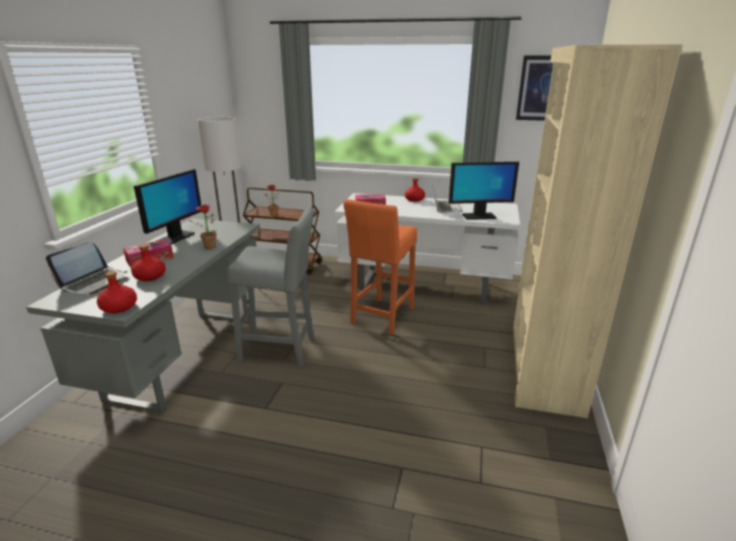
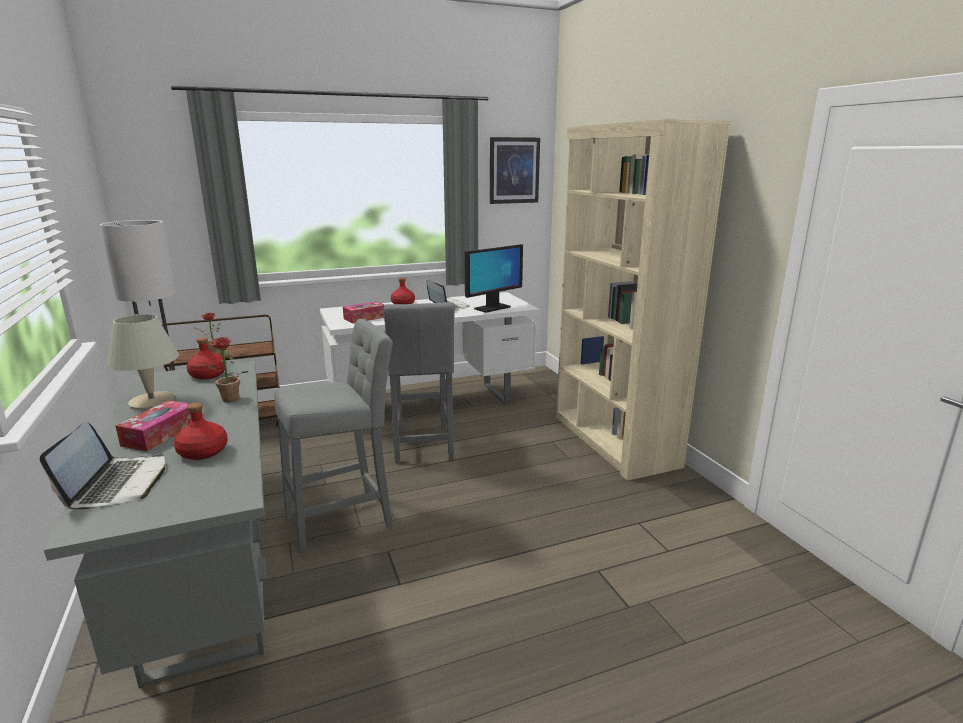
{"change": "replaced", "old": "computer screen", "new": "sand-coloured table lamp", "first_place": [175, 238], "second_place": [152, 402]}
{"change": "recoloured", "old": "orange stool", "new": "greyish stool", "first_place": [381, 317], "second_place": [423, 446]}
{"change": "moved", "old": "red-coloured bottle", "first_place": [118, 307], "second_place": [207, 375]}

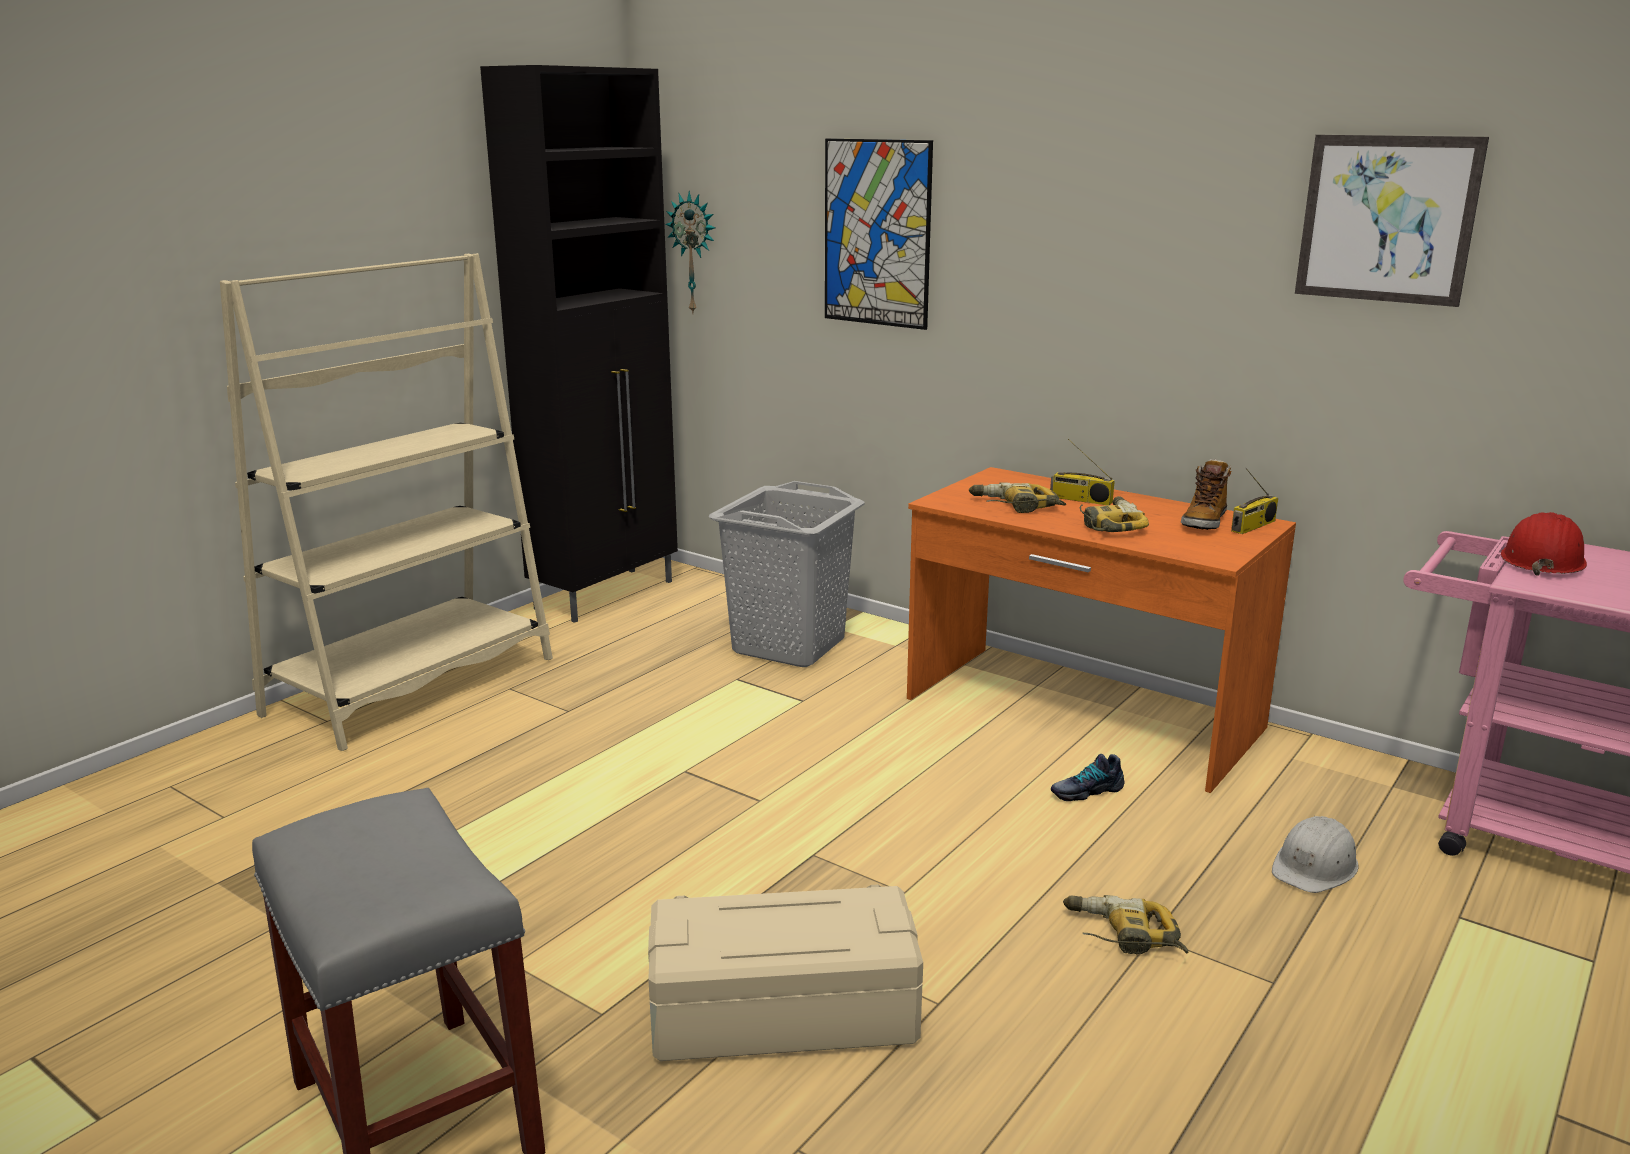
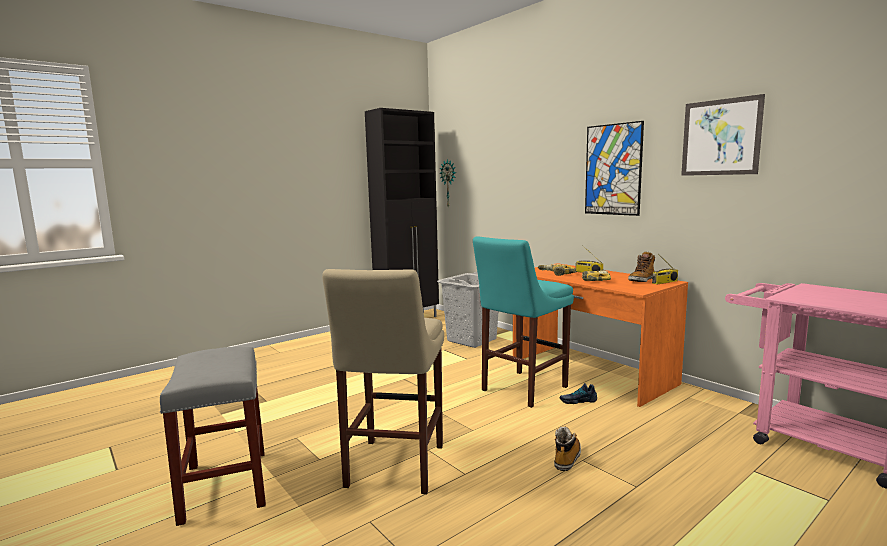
{"change": "moved", "old": "wall art", "first_place": [877, 233], "second_place": [613, 169]}
{"change": "removed", "old": "sand-coloured shelving unit", "first_place": [413, 686]}
{"change": "removed", "old": "red-coloured work helmet", "first_place": [1542, 559]}
{"change": "removed", "old": "whitish work helmet", "first_place": [1315, 866]}
{"change": "replaced", "old": "sand-coloured storage box", "new": "sand-coloured stool", "first_place": [782, 1014], "second_place": [393, 468]}
{"change": "replaced", "old": "power drill", "new": "boot", "first_place": [1122, 936], "second_place": [567, 458]}
{"change": "added", "new": "blue-green stool", "second_place": [521, 389]}

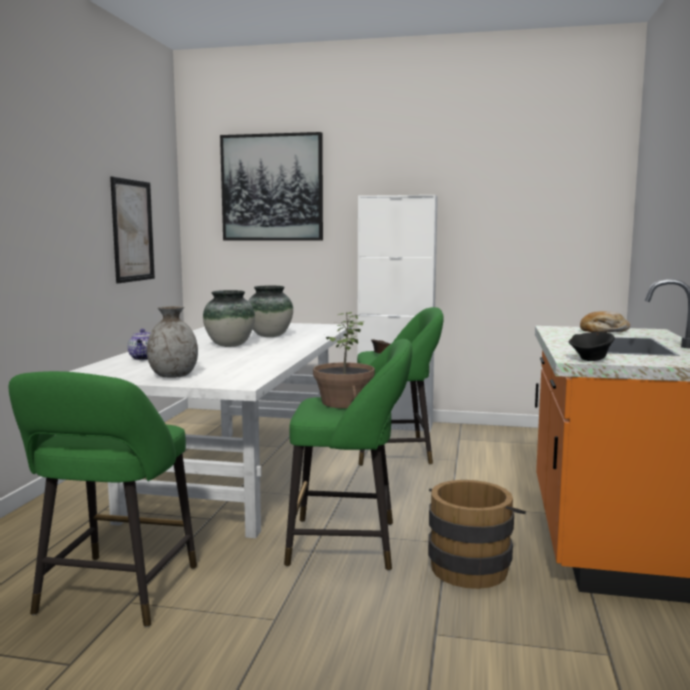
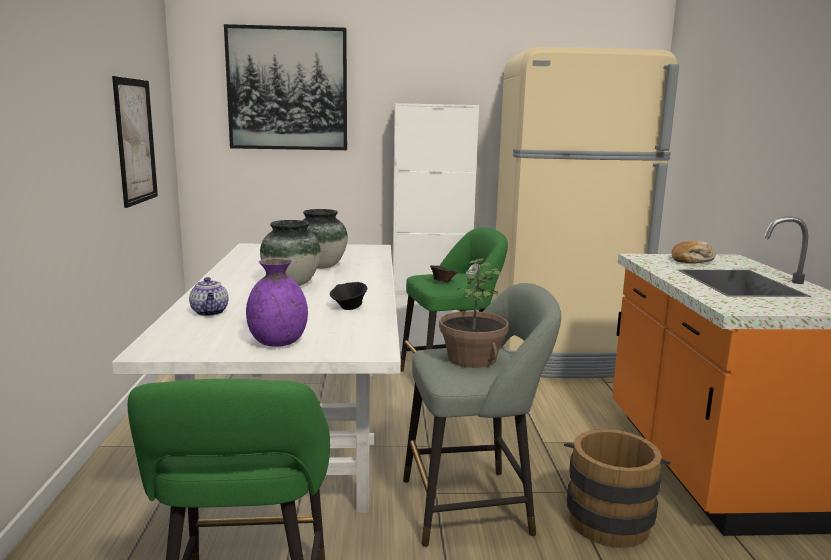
{"change": "recoloured", "old": "greyish flower vase", "new": "purple flower vase", "first_place": [173, 376], "second_place": [278, 342]}
{"change": "moved", "old": "blackish deep dish", "first_place": [590, 360], "second_place": [349, 308]}
{"change": "recoloured", "old": "green-coloured stool", "new": "greyish stool", "first_place": [350, 543], "second_place": [474, 506]}
{"change": "added", "new": "sand-coloured fridge", "second_place": [564, 358]}

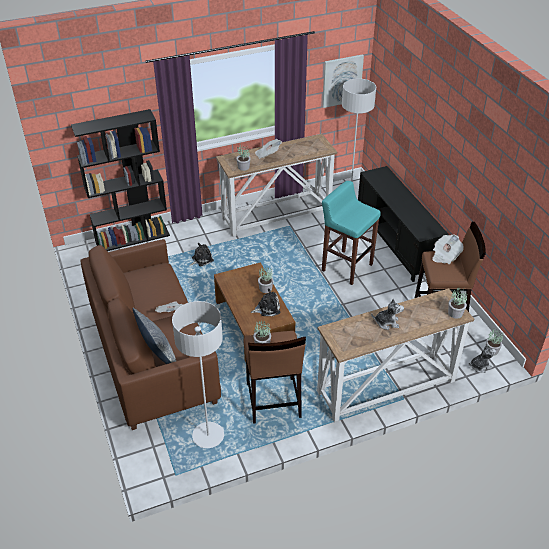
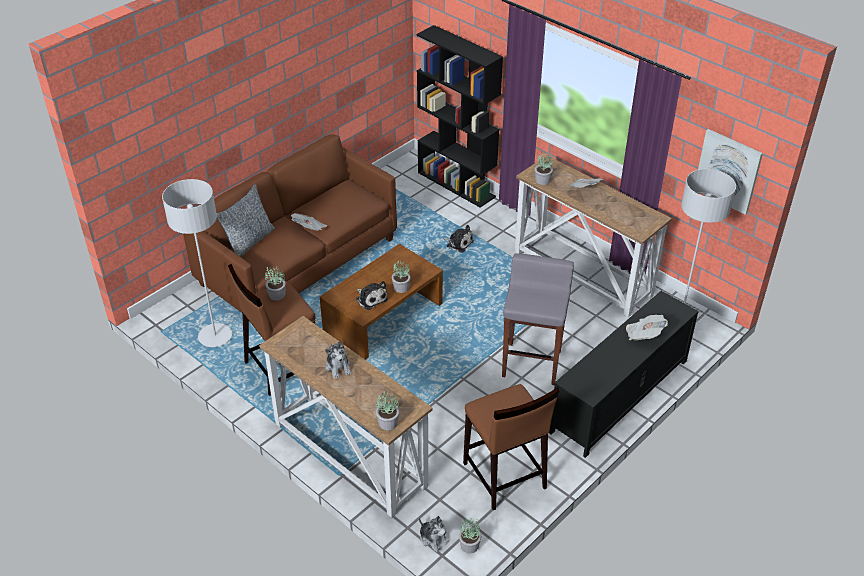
{"change": "recoloured", "old": "blue-green stool", "new": "greyish stool", "first_place": [346, 267], "second_place": [532, 363]}
{"change": "moved", "old": "printed paper", "first_place": [445, 255], "second_place": [644, 334]}

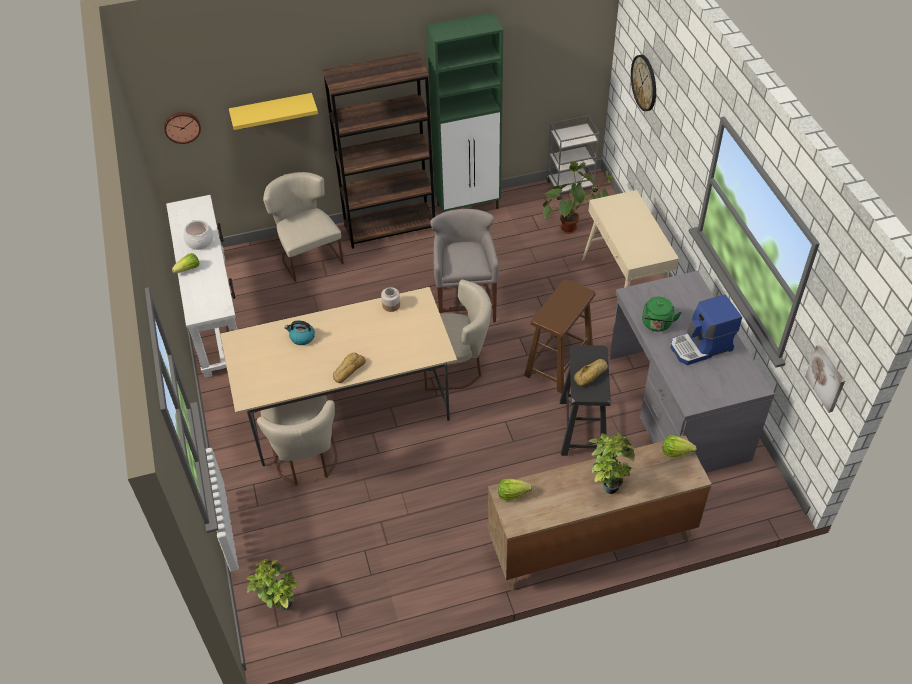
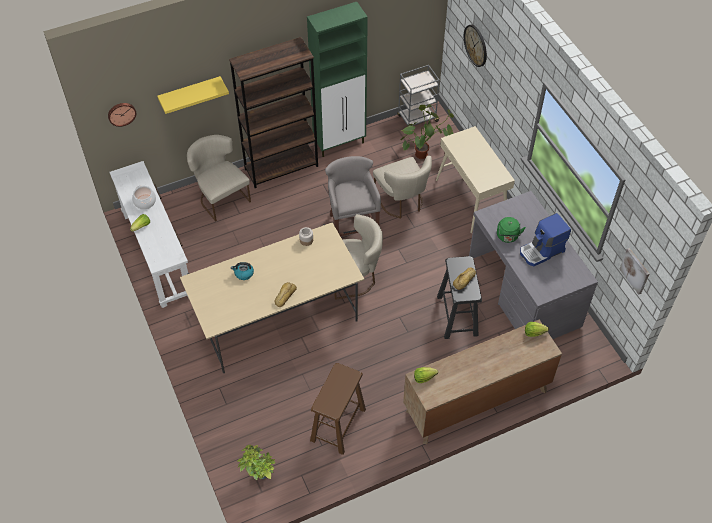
{"change": "moved", "old": "brown-coloured stool", "first_place": [558, 363], "second_place": [338, 425]}
{"change": "moved", "old": "sand-coloured plain chair", "first_place": [306, 460], "second_place": [402, 202]}
{"change": "removed", "old": "potted plant", "first_place": [607, 484]}

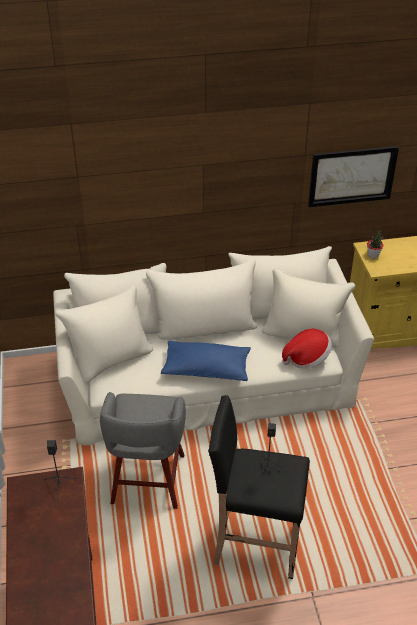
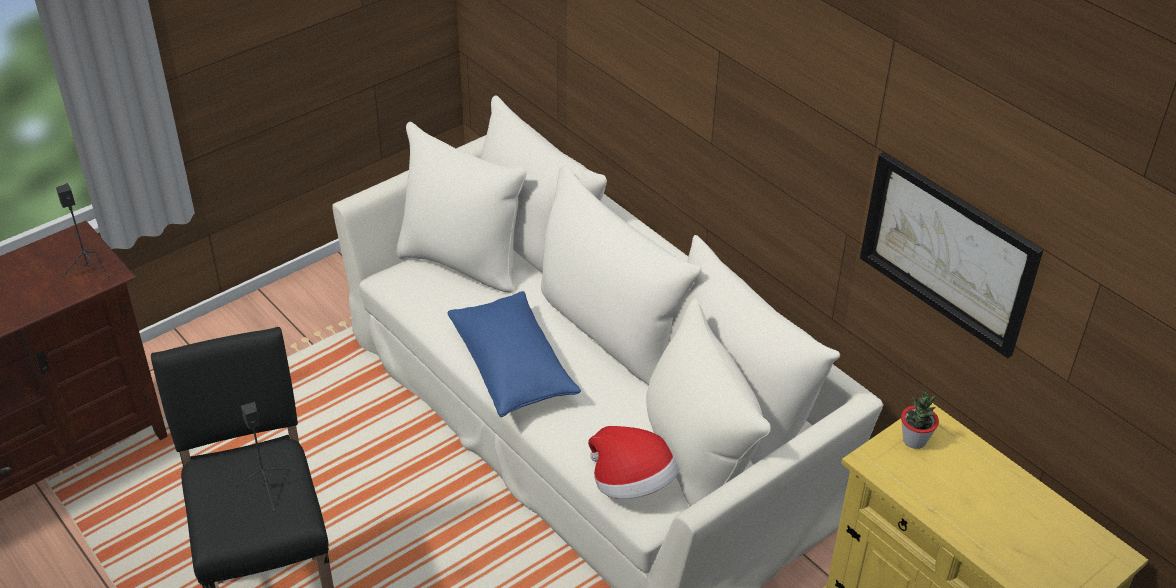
{"change": "removed", "old": "greyish stool", "first_place": [147, 481]}

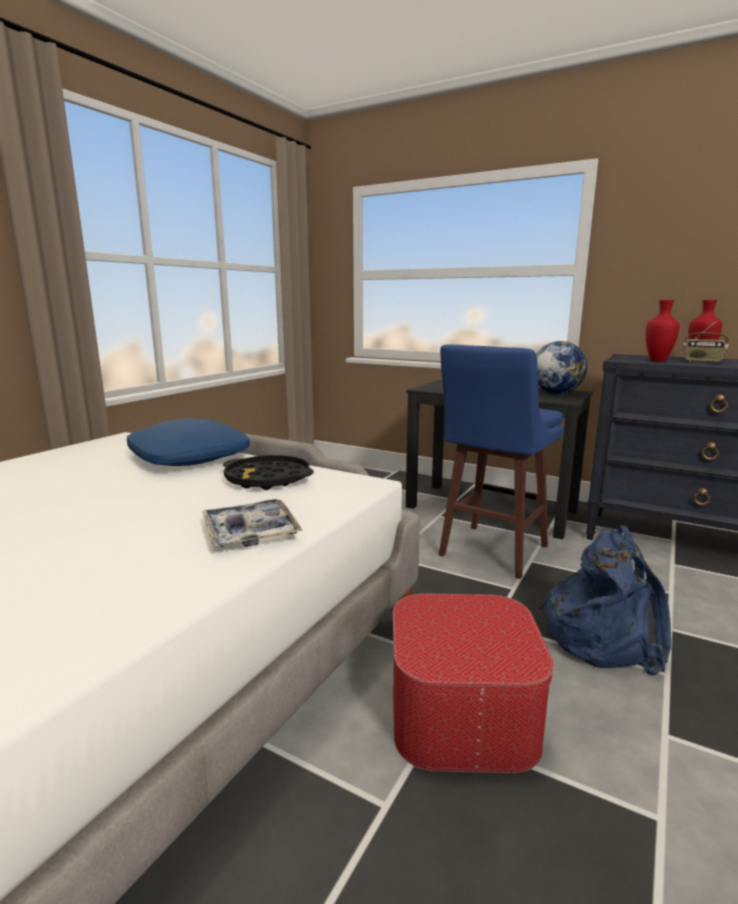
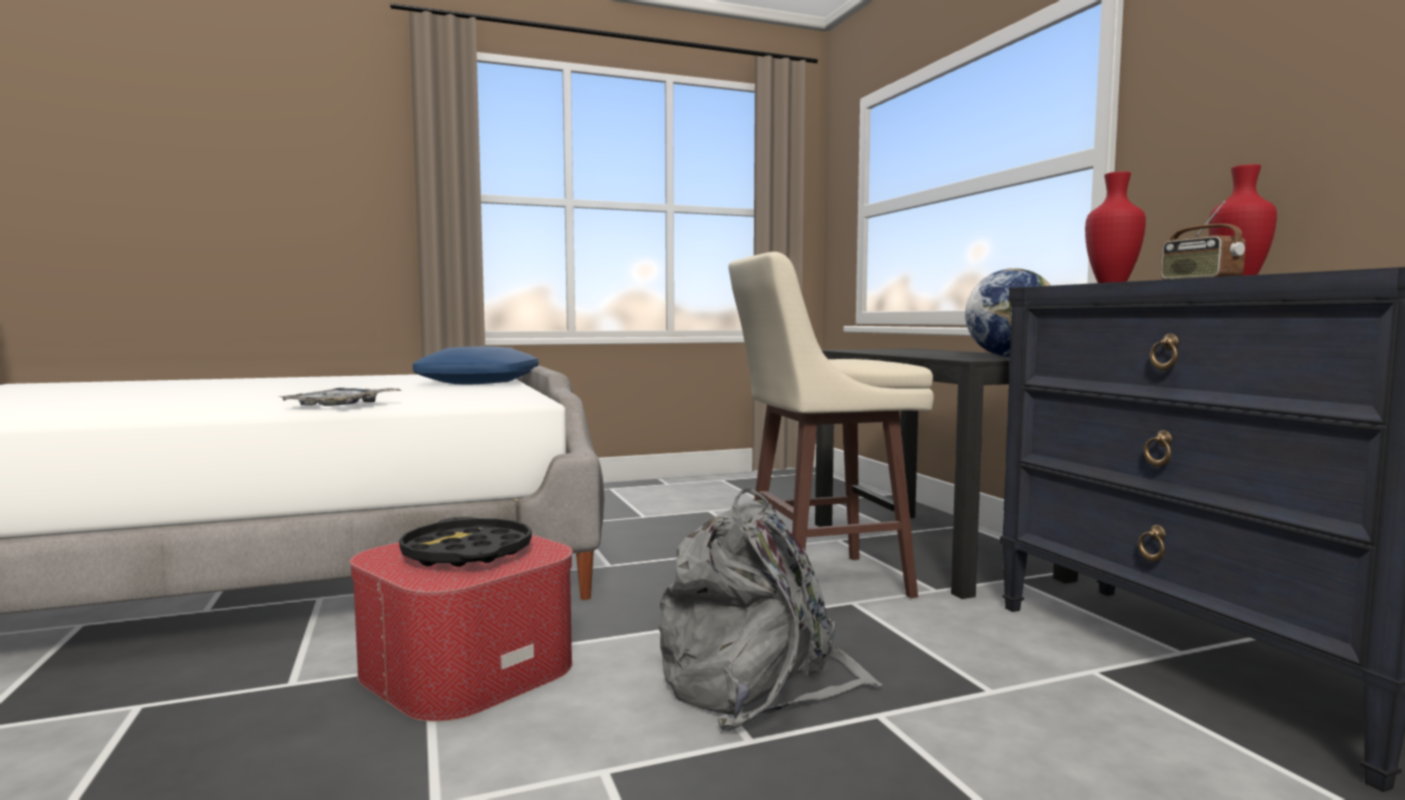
{"change": "recoloured", "old": "blue-coloured stool", "new": "sand-coloured stool", "first_place": [491, 552], "second_place": [820, 582]}
{"change": "moved", "old": "blackish tray", "first_place": [268, 479], "second_place": [467, 553]}
{"change": "recoloured", "old": "blue-coloured knapsack", "new": "greyish knapsack", "first_place": [602, 636], "second_place": [758, 684]}

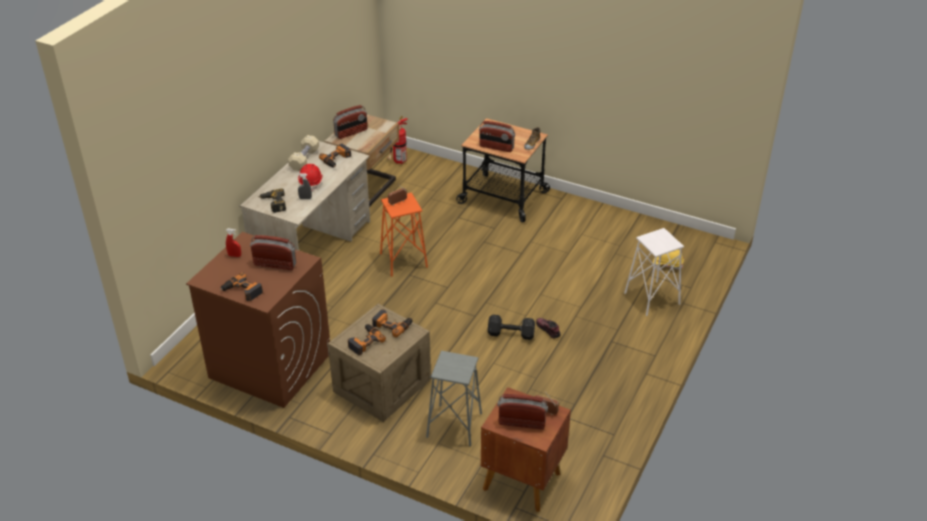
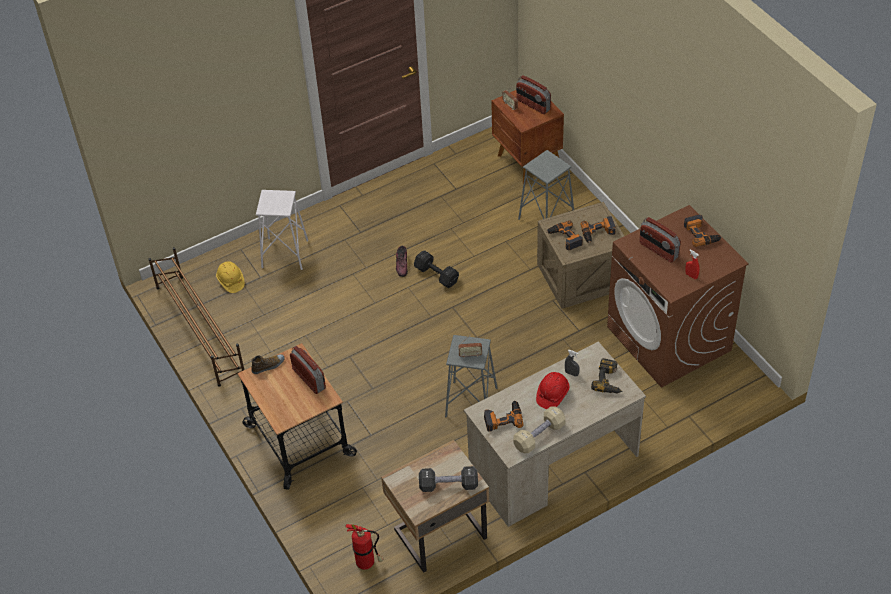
{"change": "replaced", "old": "radio set", "new": "blackish free weight", "first_place": [351, 133], "second_place": [448, 485]}
{"change": "recoloured", "old": "orange stool", "new": "greyish stool", "first_place": [403, 260], "second_place": [471, 402]}
{"change": "added", "new": "brown-coloured shoe shelf", "second_place": [199, 329]}

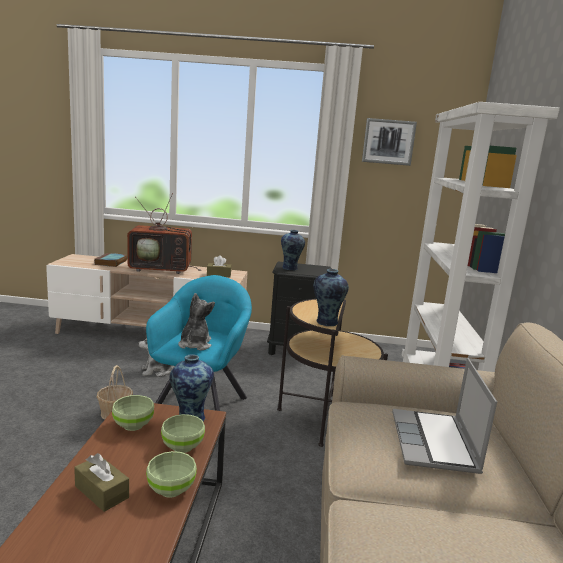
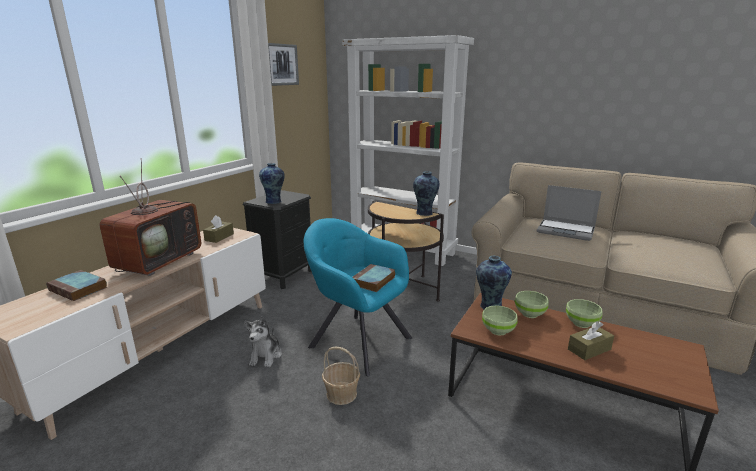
{"change": "replaced", "old": "plush toy", "new": "volume", "first_place": [195, 344], "second_place": [373, 281]}

